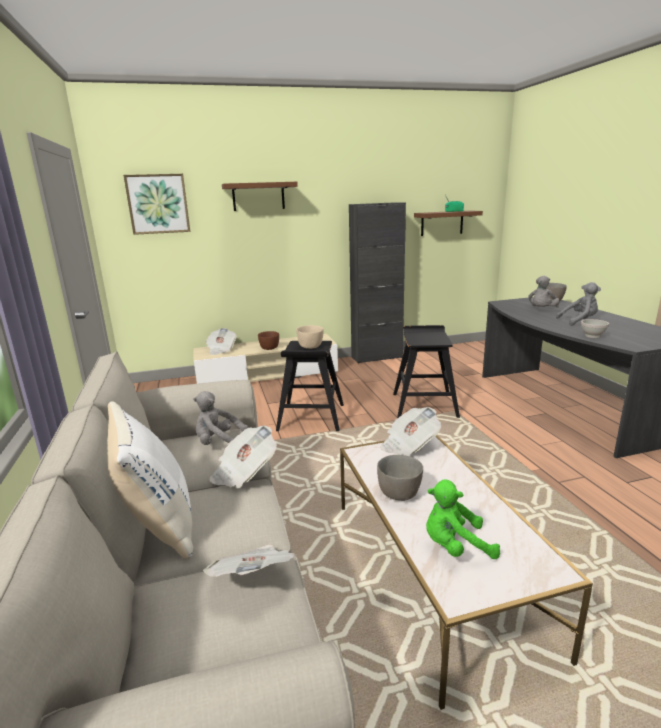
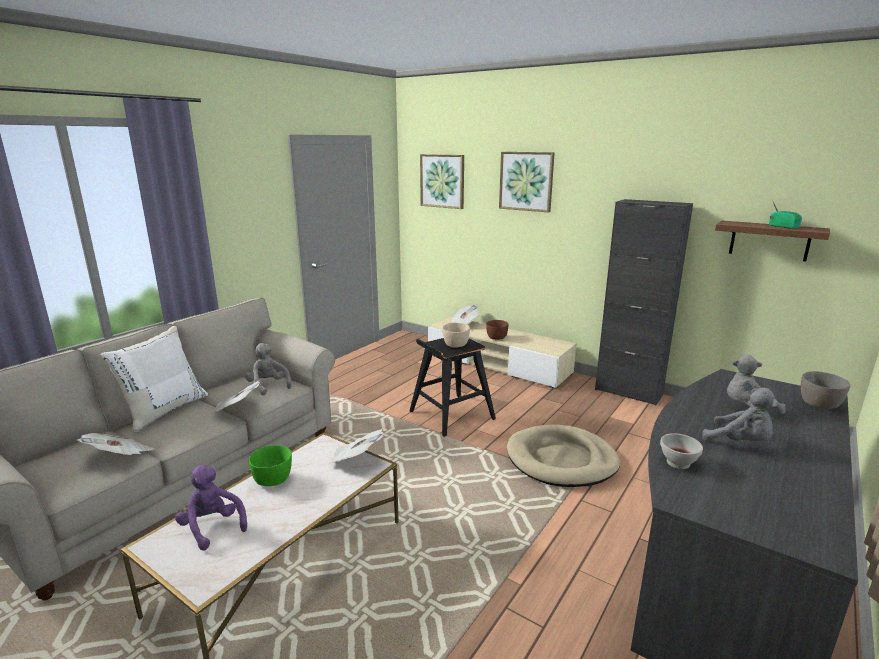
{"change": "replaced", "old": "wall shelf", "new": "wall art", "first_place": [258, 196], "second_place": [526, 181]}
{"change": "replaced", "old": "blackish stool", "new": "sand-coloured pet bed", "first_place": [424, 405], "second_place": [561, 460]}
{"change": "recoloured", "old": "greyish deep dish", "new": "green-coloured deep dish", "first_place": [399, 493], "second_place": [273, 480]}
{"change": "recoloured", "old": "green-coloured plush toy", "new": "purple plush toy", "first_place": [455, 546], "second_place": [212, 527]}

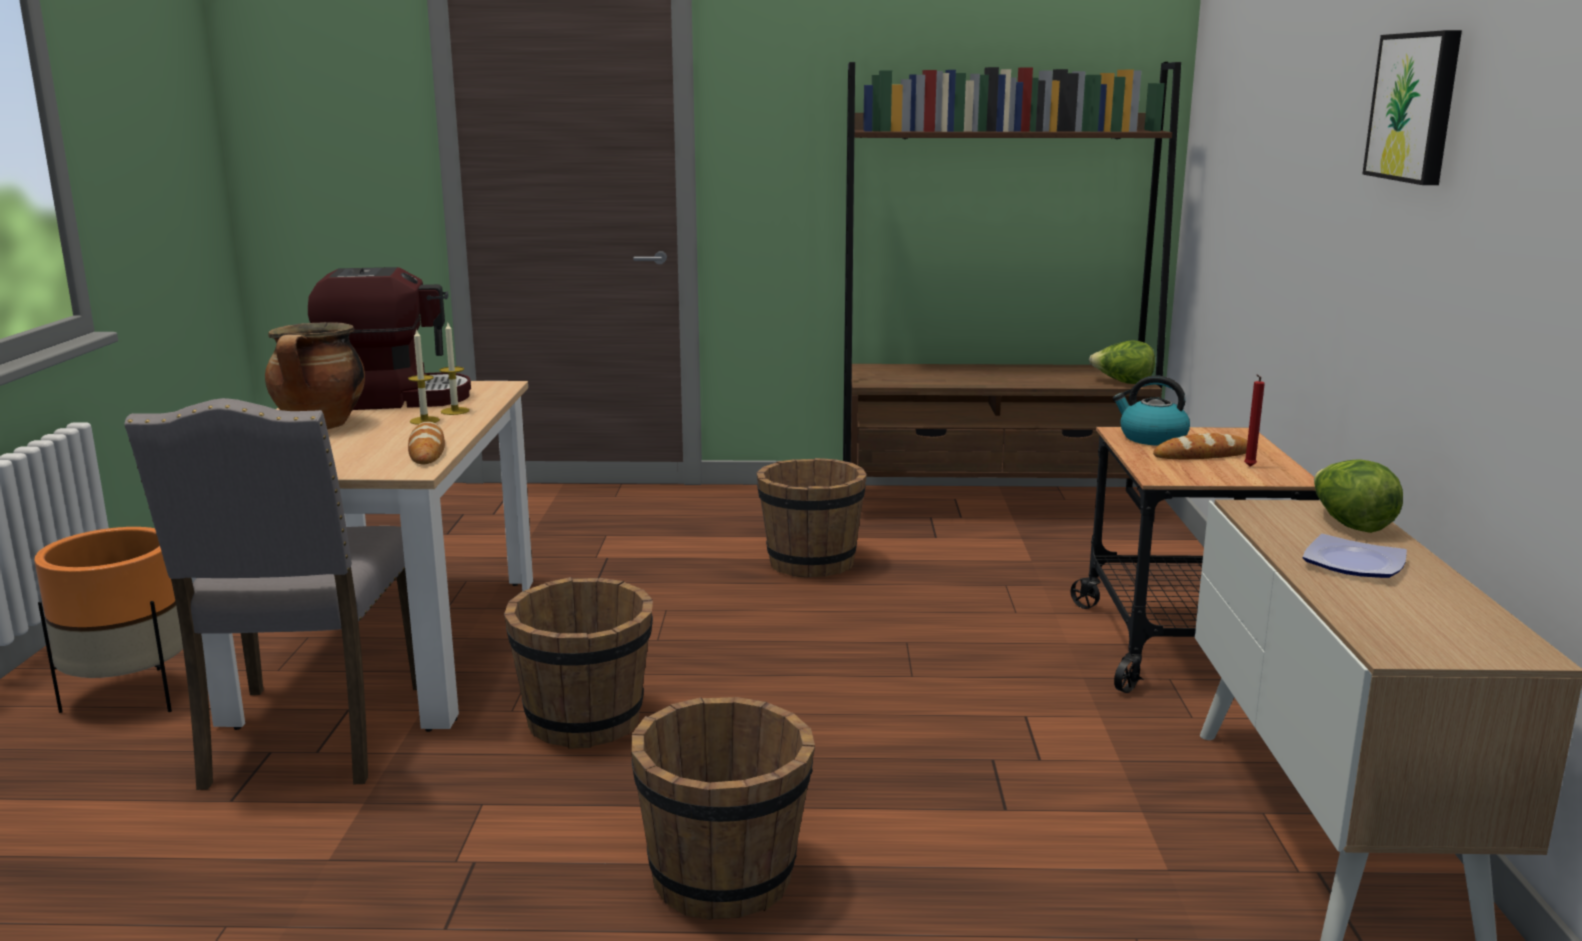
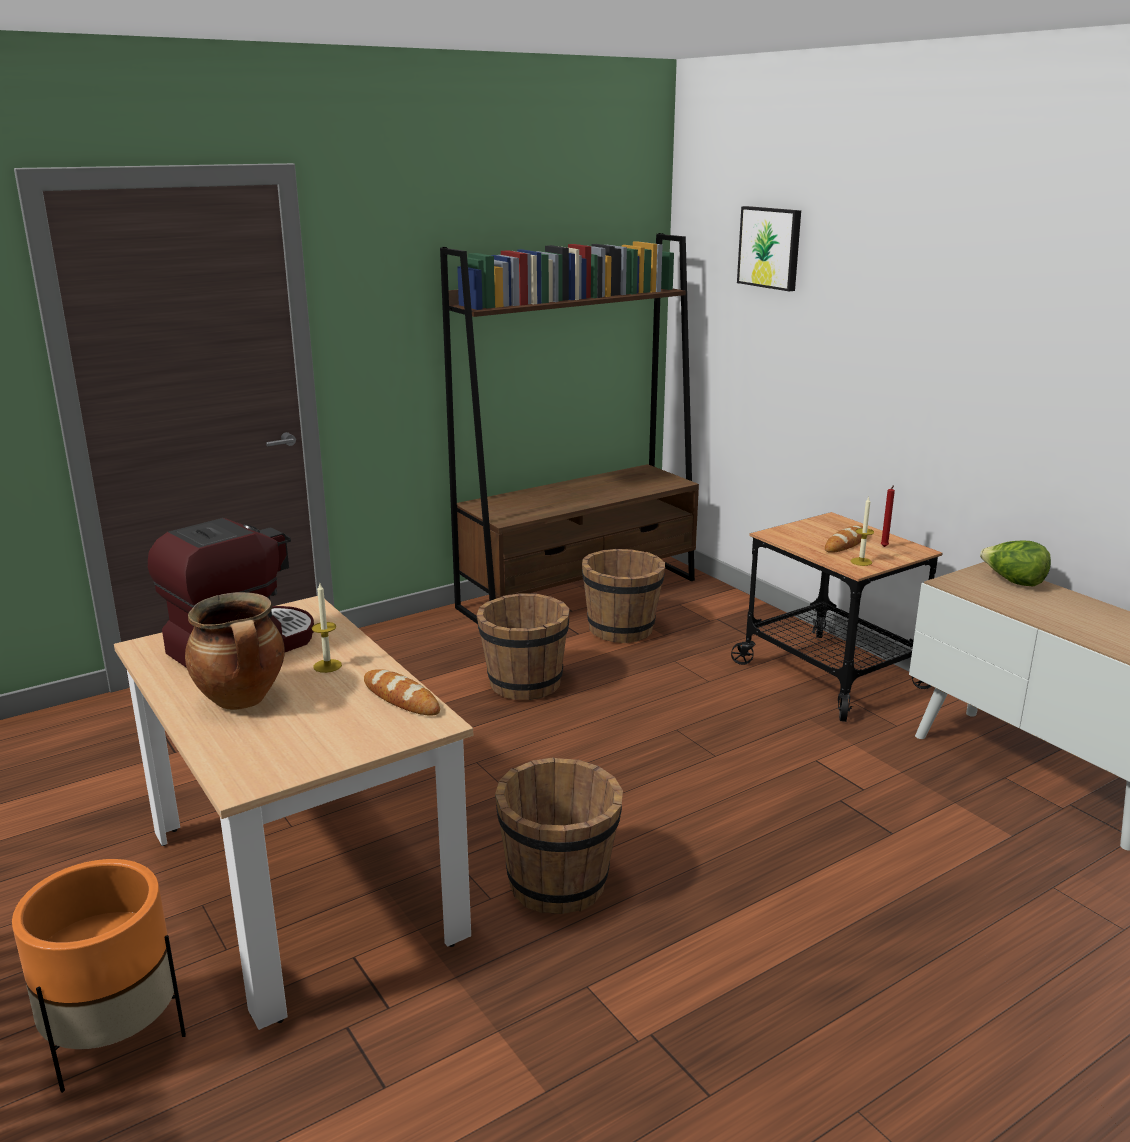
{"change": "moved", "old": "wall art", "first_place": [1416, 107], "second_place": [770, 247]}
{"change": "moved", "old": "candle", "first_place": [455, 411], "second_place": [861, 561]}
{"change": "removed", "old": "head of lettuce", "first_place": [1122, 383]}
{"change": "removed", "old": "water kettle", "first_place": [1151, 438]}
{"change": "removed", "old": "greyish plain chair", "first_place": [310, 737]}
{"change": "removed", "old": "plate", "first_place": [1352, 563]}
{"change": "moved", "old": "brown-coloured water bucket", "first_place": [725, 878], "second_place": [622, 629]}

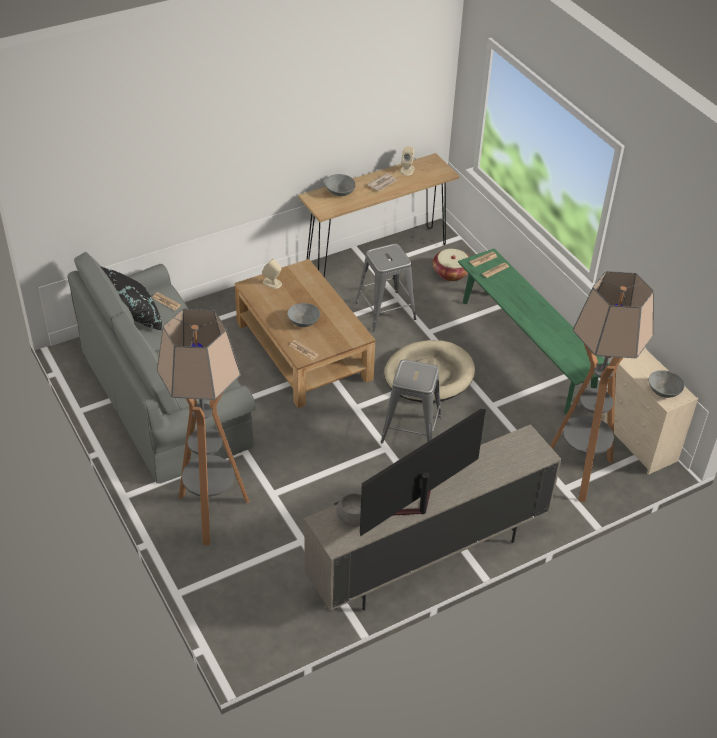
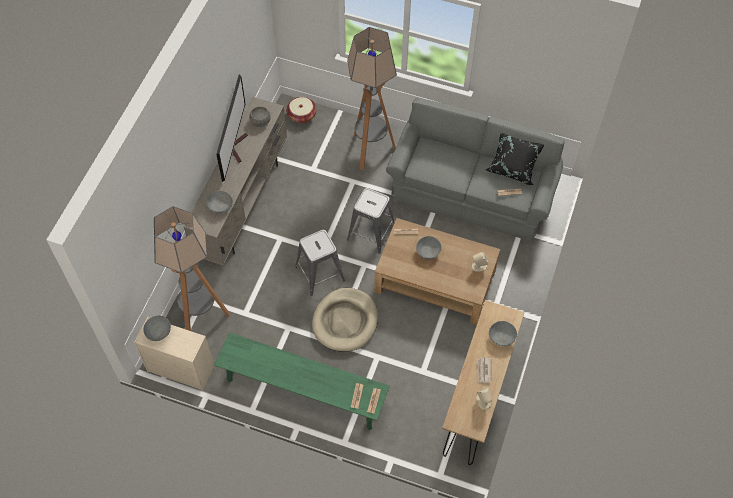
{"change": "moved", "old": "greyish stool", "first_place": [385, 311], "second_place": [371, 232]}
{"change": "moved", "old": "household basket", "first_place": [451, 273], "second_place": [301, 115]}
{"change": "added", "new": "greyish deep dish", "second_place": [220, 206]}

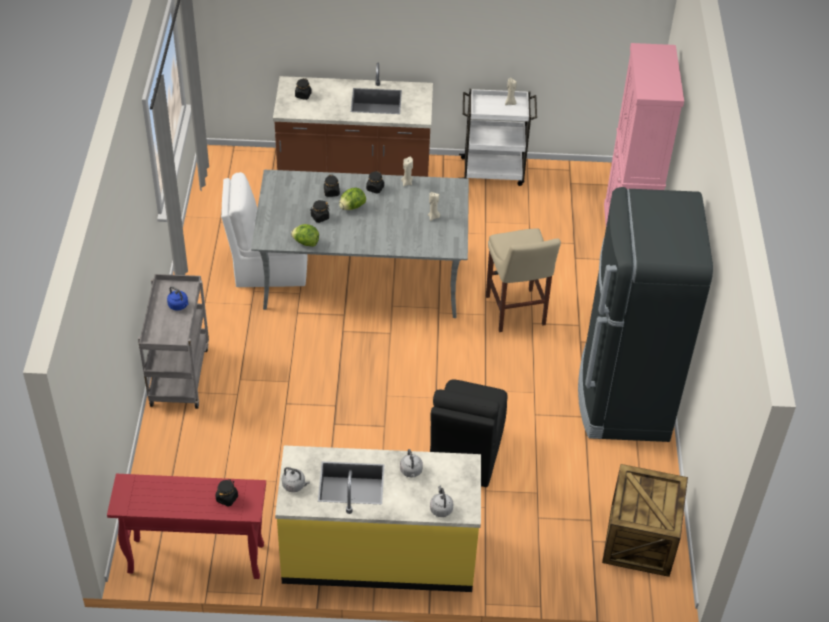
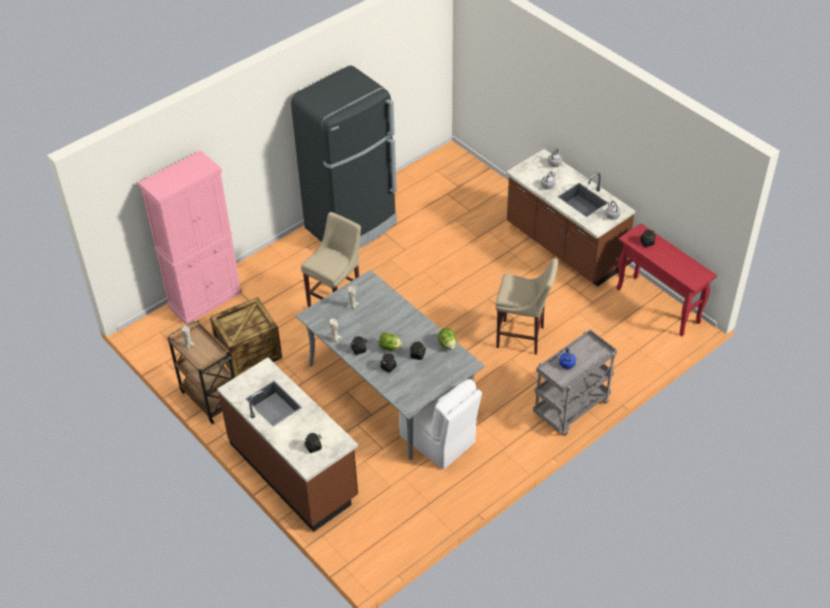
{"change": "recoloured", "old": "whitish trolley", "new": "brown-coloured trolley", "first_place": [493, 171], "second_place": [210, 397]}
{"change": "removed", "old": "blackish plain chair", "first_place": [465, 453]}
{"change": "recoloured", "old": "yellow-coloured kitchen base unit", "new": "brown-coloured kitchen base unit", "first_place": [379, 554], "second_place": [564, 247]}
{"change": "moved", "old": "shipping crate", "first_place": [641, 539], "second_place": [249, 352]}
{"change": "added", "new": "sand-coloured stool", "second_place": [523, 338]}

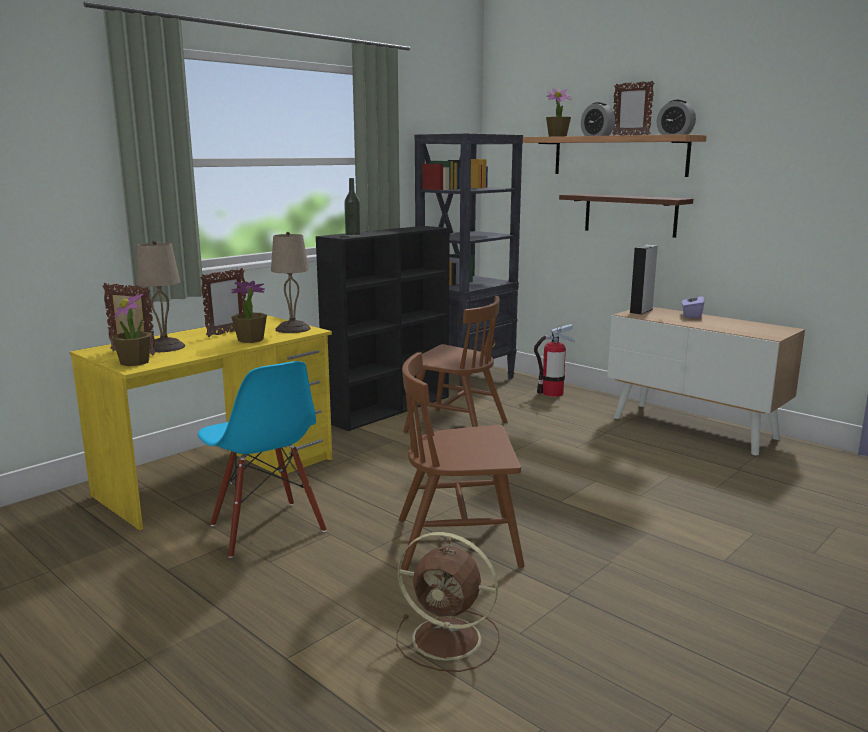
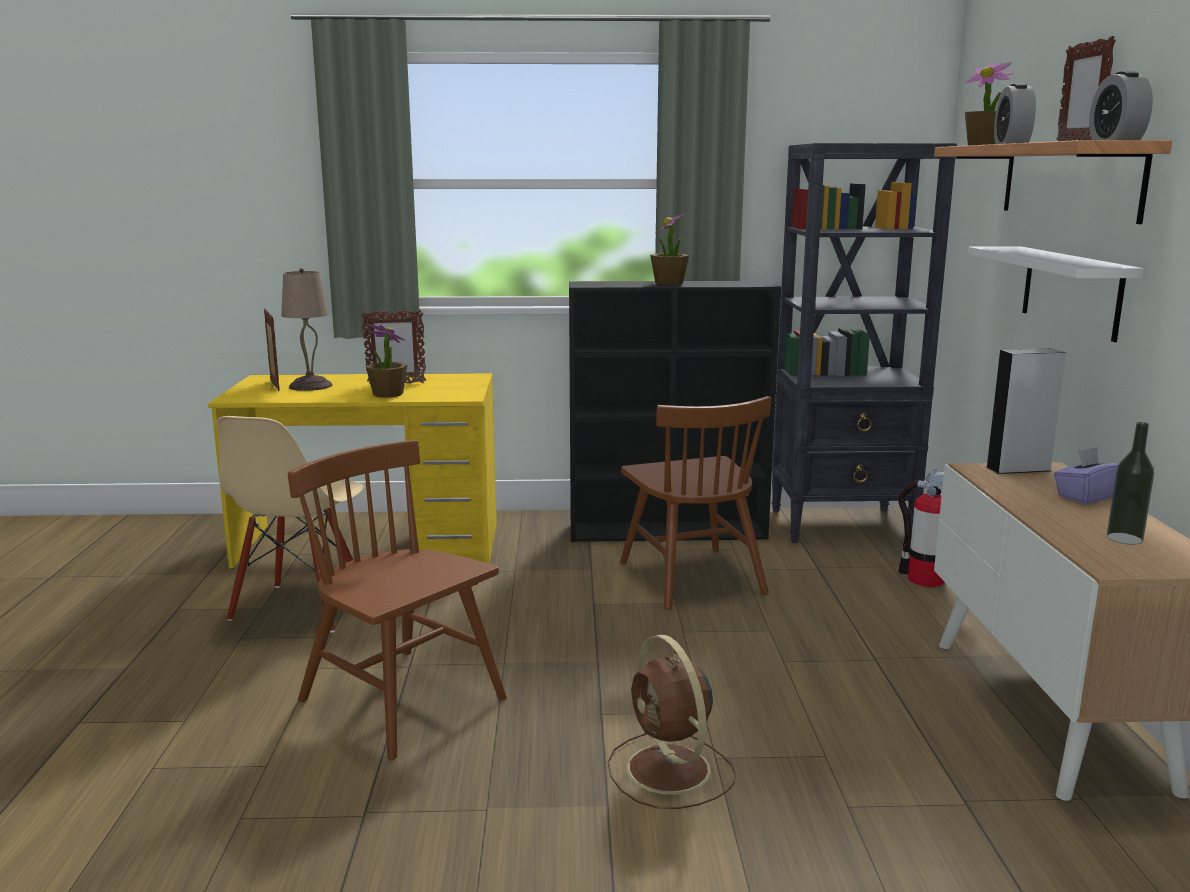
{"change": "moved", "old": "bottle", "first_place": [353, 235], "second_place": [1124, 538]}
{"change": "recoloured", "old": "brown-coloured wall shelf", "new": "whitish wall shelf", "first_place": [630, 215], "second_place": [1070, 291]}
{"change": "removed", "old": "sand-coloured table lamp", "first_place": [293, 329]}
{"change": "moved", "old": "potted plant", "first_place": [135, 362], "second_place": [669, 283]}
{"change": "recoloured", "old": "blue-coloured plain chair", "new": "sand-coloured plain chair", "first_place": [266, 529], "second_place": [301, 608]}
{"change": "moved", "old": "brown-coloured fan", "first_place": [449, 639], "second_place": [670, 772]}

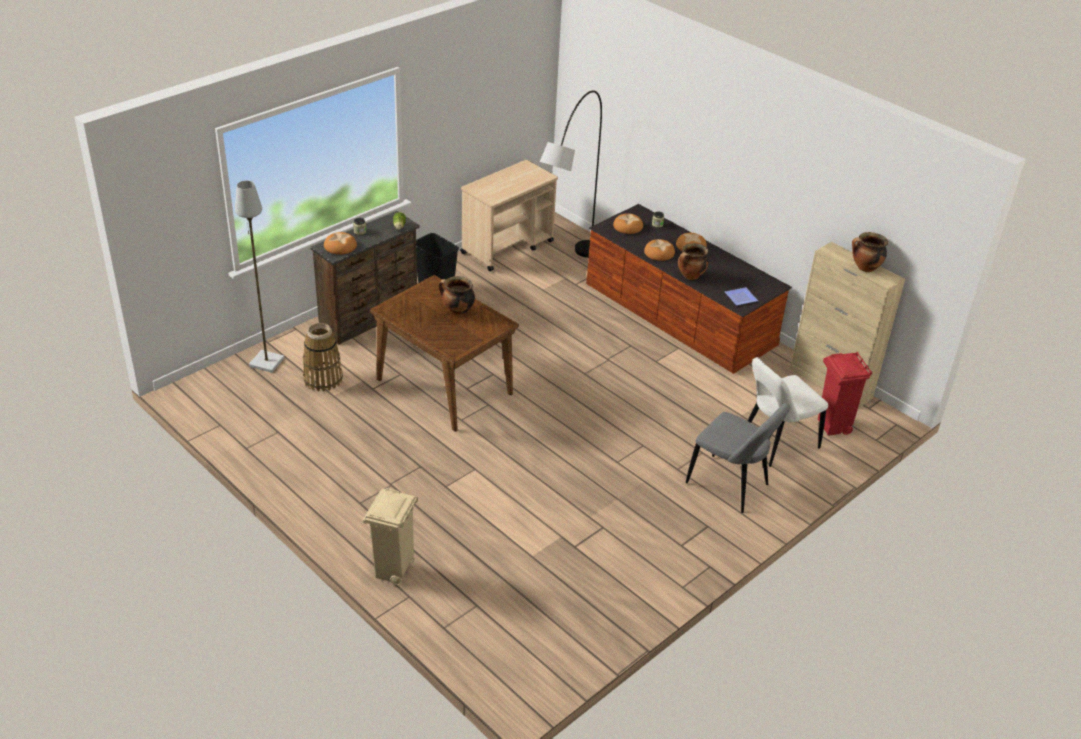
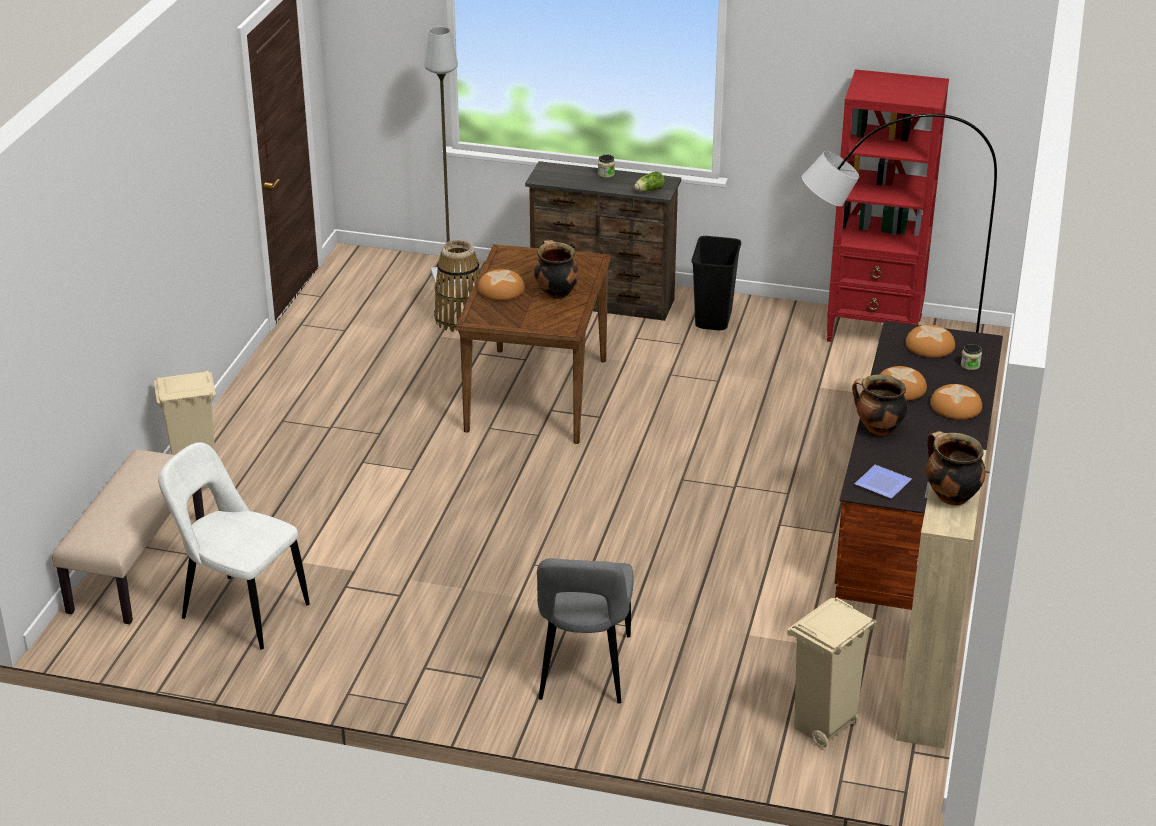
{"change": "replaced", "old": "sand-coloured trolley", "new": "red-coloured shelving unit", "first_place": [508, 247], "second_place": [875, 330]}
{"change": "moved", "old": "bakery bread", "first_place": [340, 246], "second_place": [501, 290]}
{"change": "recoloured", "old": "red-coloured waste bin", "new": "sand-coloured waste bin", "first_place": [833, 426], "second_place": [823, 728]}
{"change": "moved", "old": "whitish plain chair", "first_place": [776, 444], "second_place": [240, 610]}
{"change": "added", "new": "sand-coloured bench", "second_place": [136, 564]}

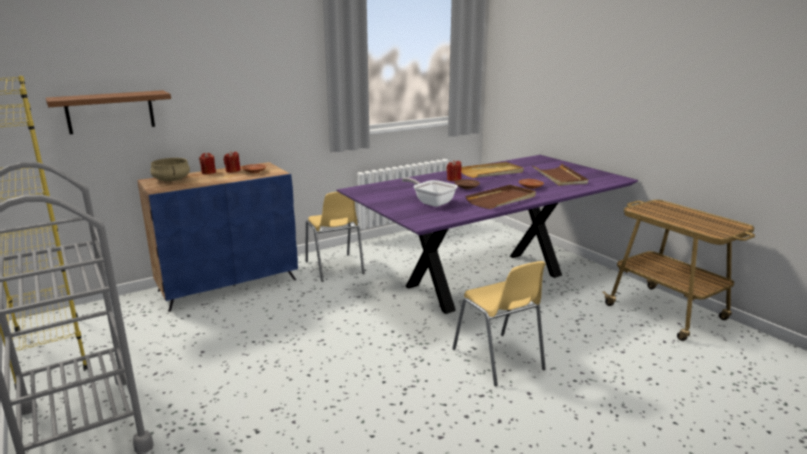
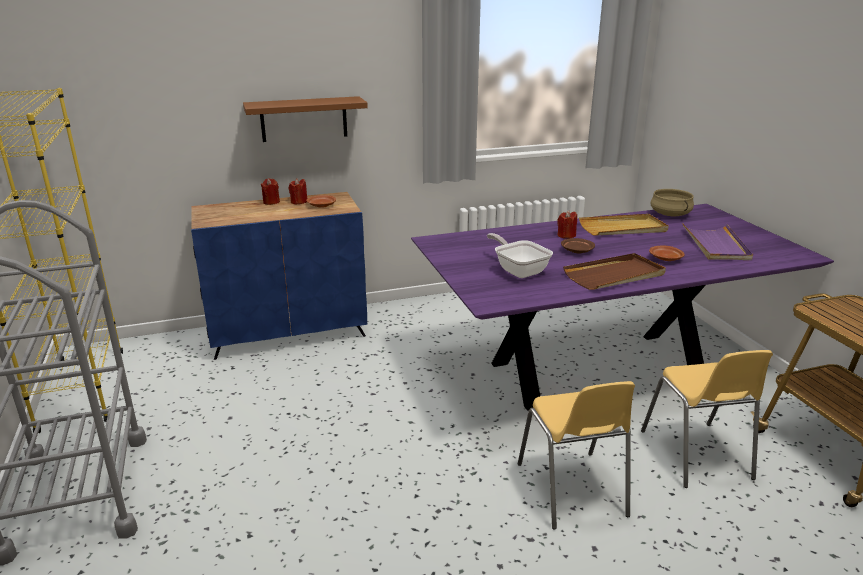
{"change": "moved", "old": "brown-coloured wall shelf", "first_place": [110, 112], "second_place": [304, 119]}
{"change": "moved", "old": "sand-coloured stockpot", "first_place": [171, 180], "second_place": [669, 214]}
{"change": "recoloured", "old": "brown-coloured tray", "new": "purple tray", "first_place": [559, 177], "second_place": [716, 245]}
{"change": "moved", "old": "yellow-coloured plain chair", "first_place": [335, 268], "second_place": [696, 455]}

